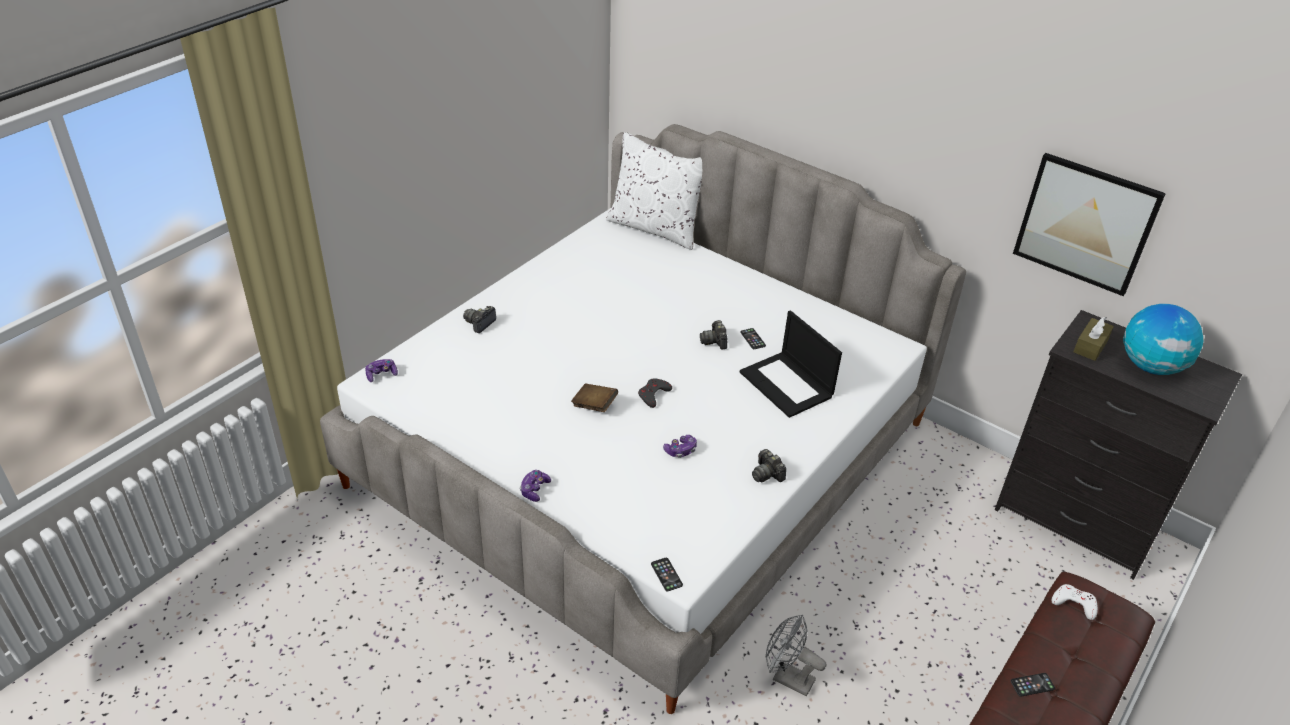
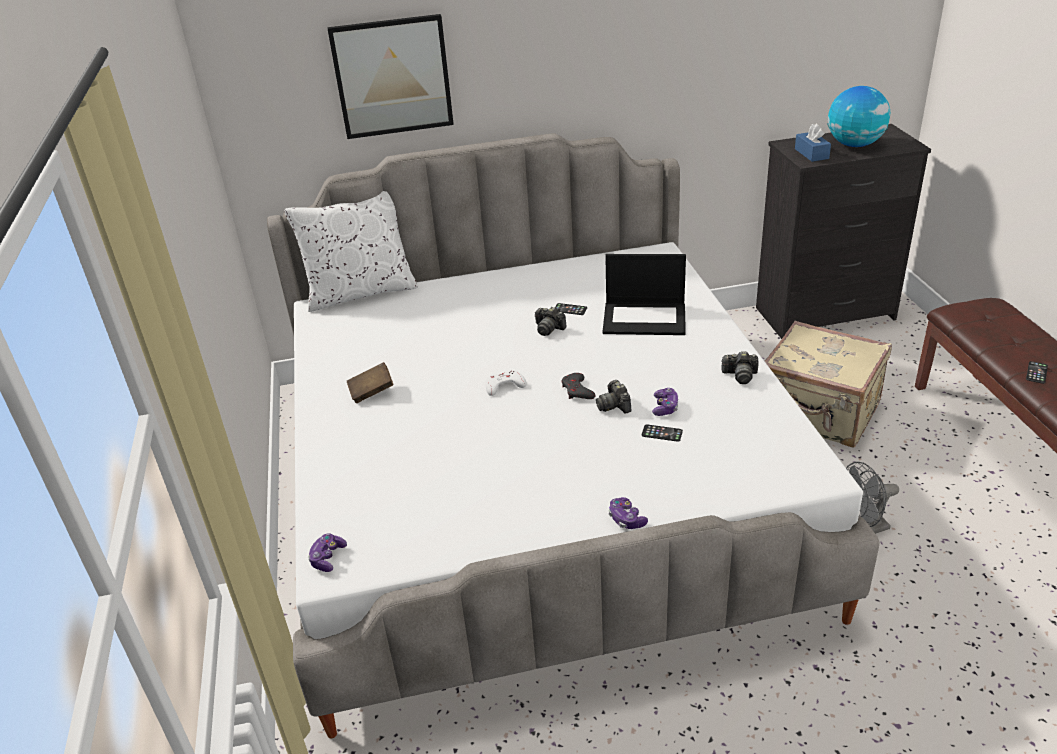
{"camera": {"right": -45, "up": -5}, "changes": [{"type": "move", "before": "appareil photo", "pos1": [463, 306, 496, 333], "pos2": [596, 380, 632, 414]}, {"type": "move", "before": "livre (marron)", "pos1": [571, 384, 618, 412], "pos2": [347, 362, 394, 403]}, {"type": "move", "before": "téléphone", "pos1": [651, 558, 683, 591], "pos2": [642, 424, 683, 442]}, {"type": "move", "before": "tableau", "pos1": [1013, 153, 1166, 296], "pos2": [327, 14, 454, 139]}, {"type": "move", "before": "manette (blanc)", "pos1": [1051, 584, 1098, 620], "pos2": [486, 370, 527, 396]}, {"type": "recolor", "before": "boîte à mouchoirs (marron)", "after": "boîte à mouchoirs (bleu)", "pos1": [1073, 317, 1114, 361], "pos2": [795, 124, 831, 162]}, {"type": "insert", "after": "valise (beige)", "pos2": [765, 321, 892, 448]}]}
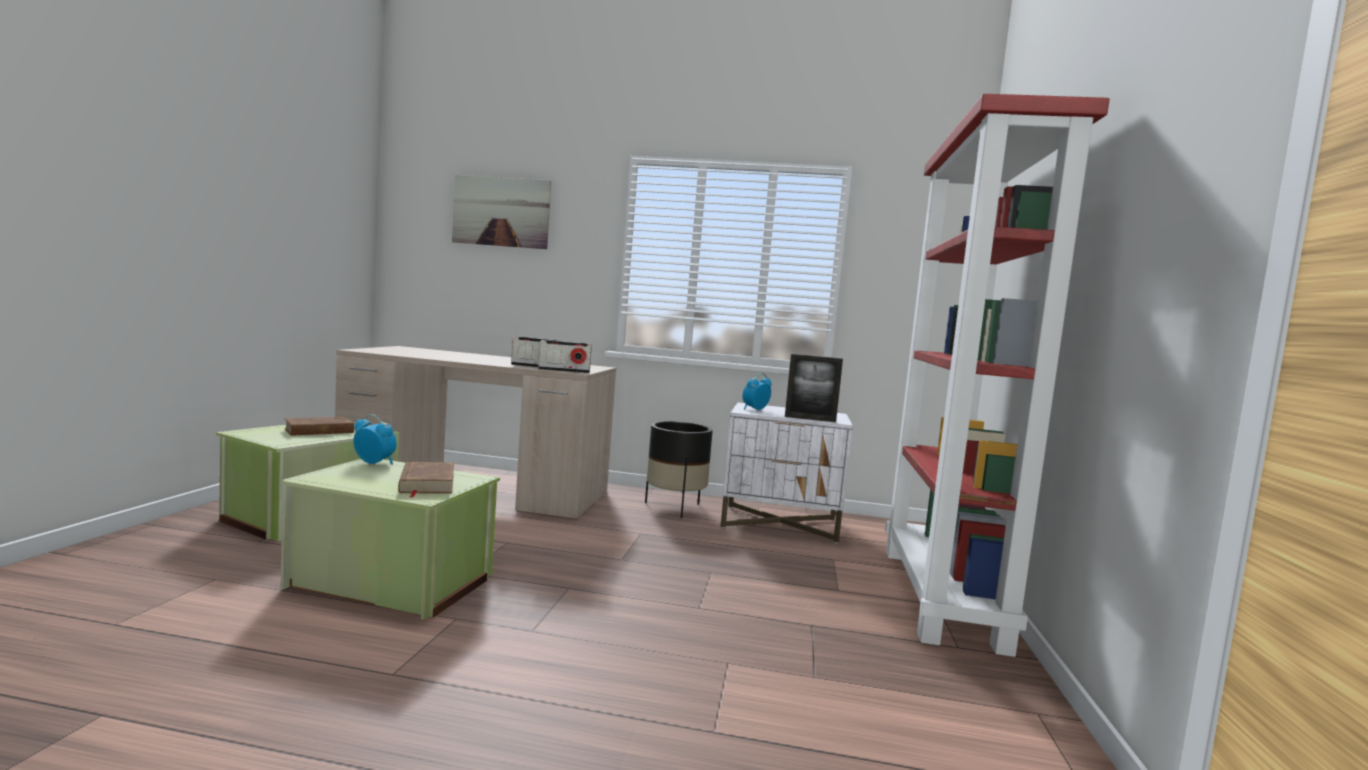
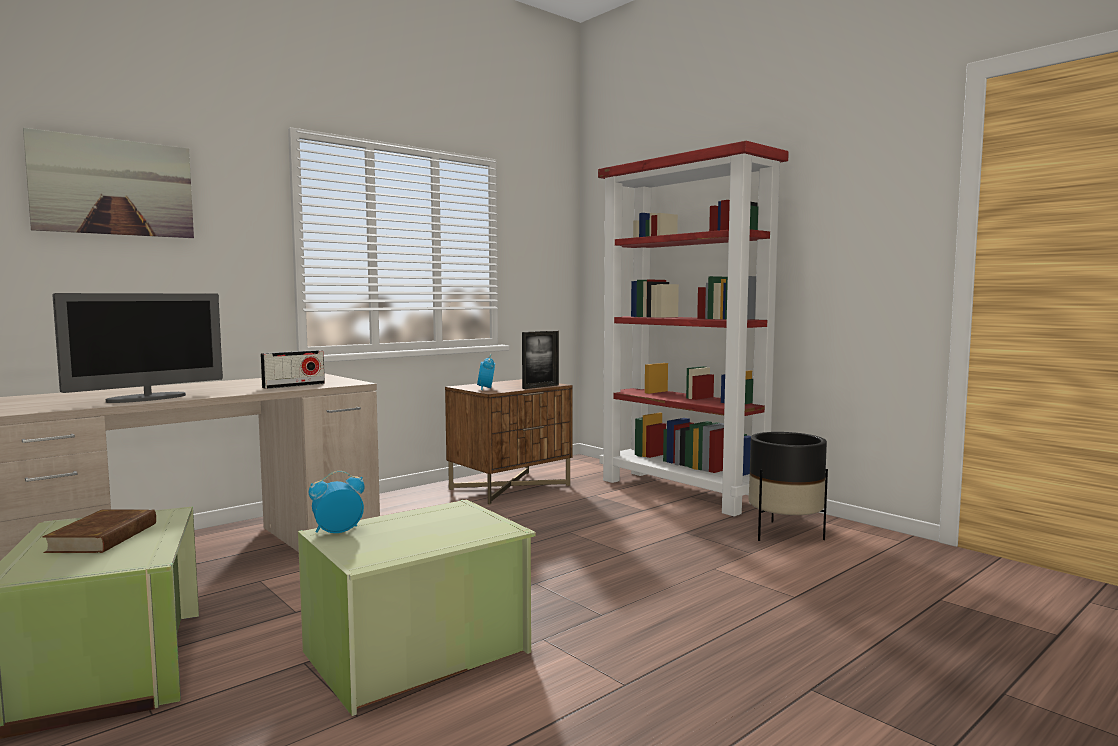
{"camera": {"right": -50, "up": 0}, "changes": [{"type": "delete", "before": "livre (marron)", "pos1": [398, 462, 454, 498]}, {"type": "delete", "before": "radio", "pos1": [538, 340, 592, 373]}, {"type": "move", "before": "cache-pot (noir)", "pos1": [645, 421, 713, 518], "pos2": [749, 432, 828, 541]}, {"type": "recolor", "before": "table de chevet (blanc)", "after": "table de chevet (marron)", "pos1": [721, 403, 853, 544], "pos2": [445, 379, 573, 505]}, {"type": "insert", "after": "écran d'ordinateur", "pos2": [52, 293, 223, 403]}]}
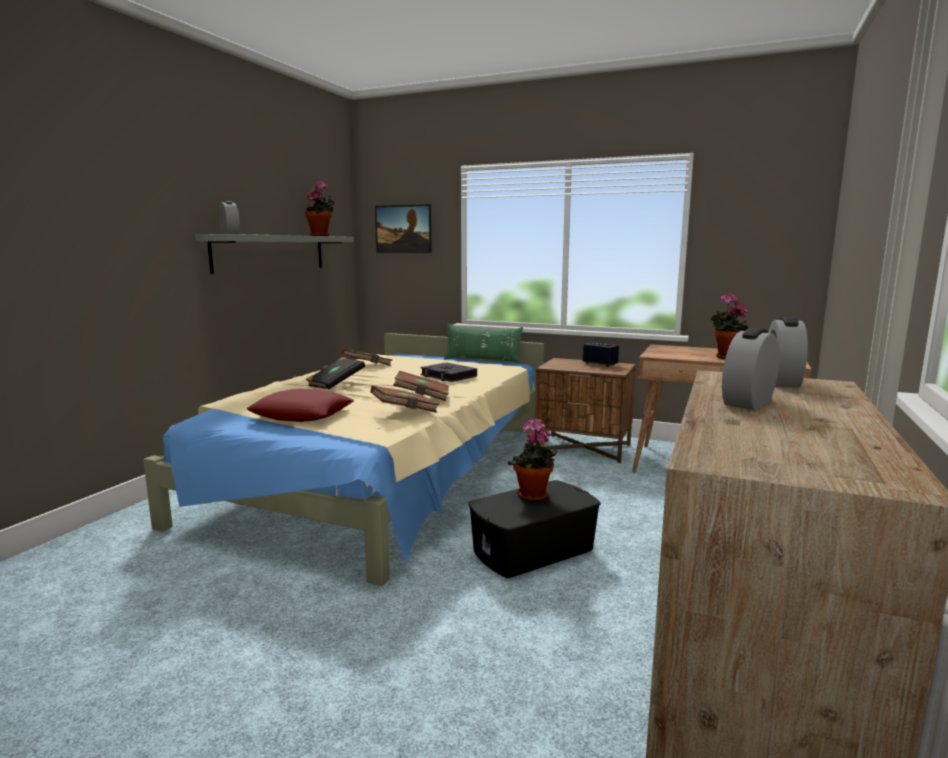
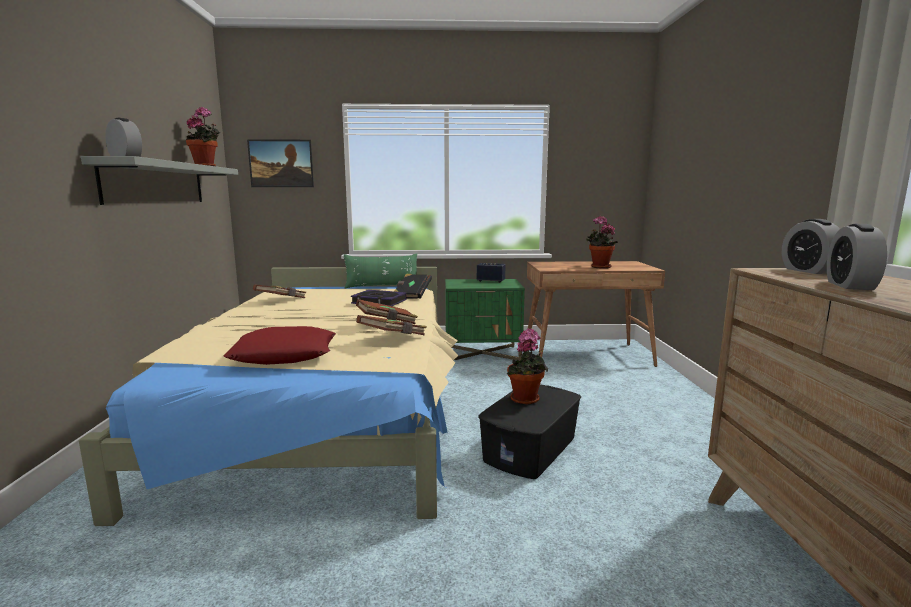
{"camera": {"right": -25, "up": 0}, "changes": [{"type": "move", "before": "livre (noir)", "pos1": [306, 357, 365, 389], "pos2": [395, 274, 432, 299]}, {"type": "recolor", "before": "table de chevet (marron)", "after": "table de chevet (vert)", "pos1": [535, 358, 636, 463], "pos2": [445, 279, 525, 361]}]}
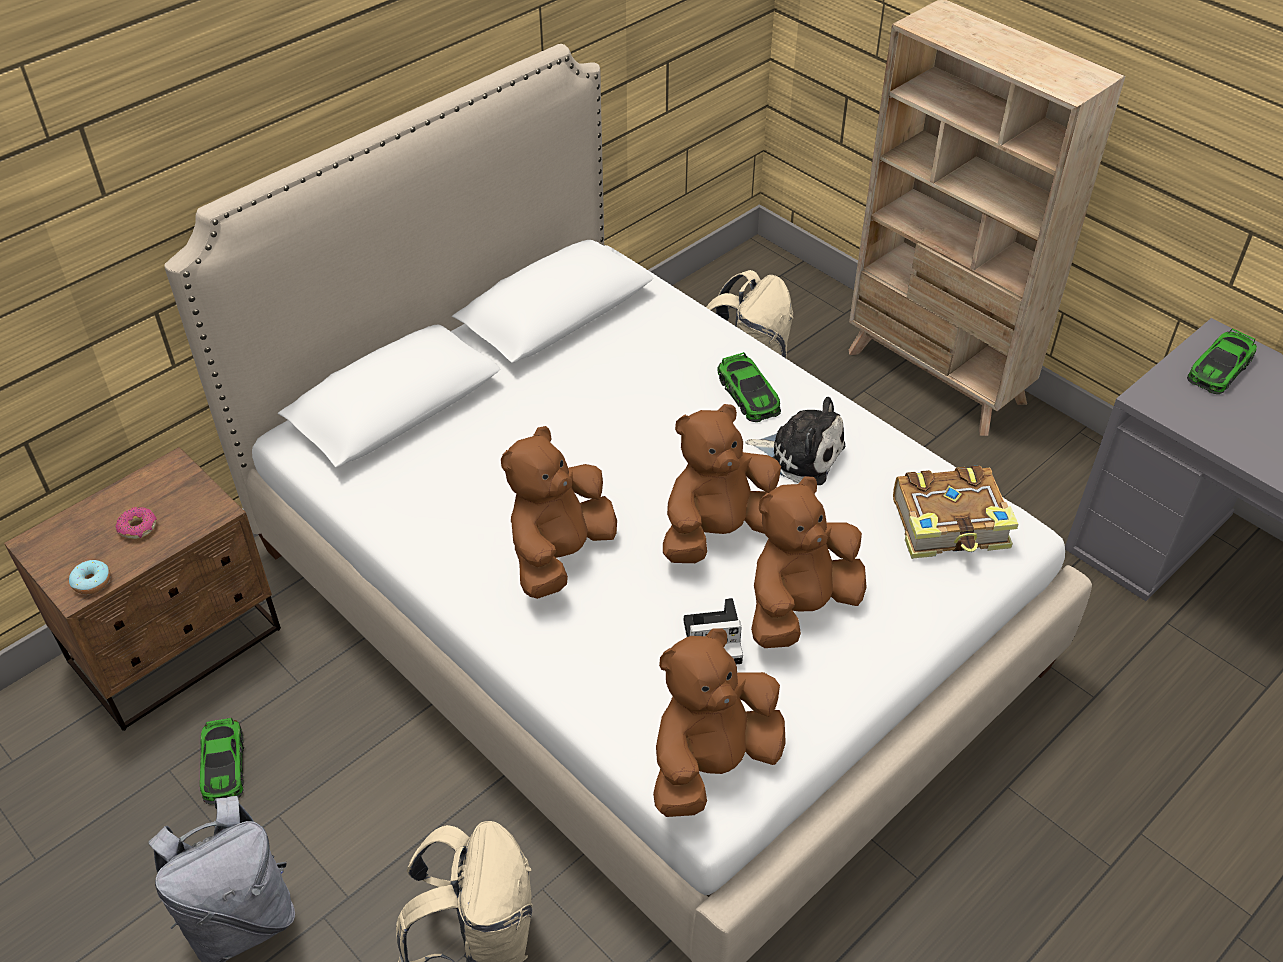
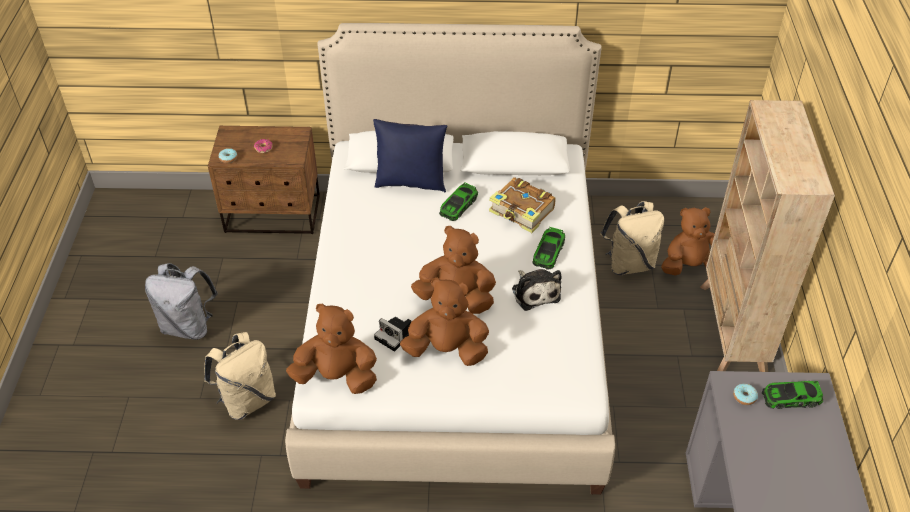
{"camera": {"right": 45, "up": 0}, "changes": [{"type": "move", "before": "petite voiture", "pos1": [200, 718, 244, 805], "pos2": [439, 182, 478, 221]}, {"type": "move", "before": "peluche (marron)", "pos1": [501, 426, 617, 599], "pos2": [661, 207, 715, 275]}, {"type": "move", "before": "livre", "pos1": [893, 465, 1019, 559], "pos2": [489, 177, 555, 233]}, {"type": "insert", "after": "coussin (bleu)", "pos2": [373, 119, 447, 192]}, {"type": "insert", "after": "beignet", "pos2": [733, 384, 758, 405]}]}
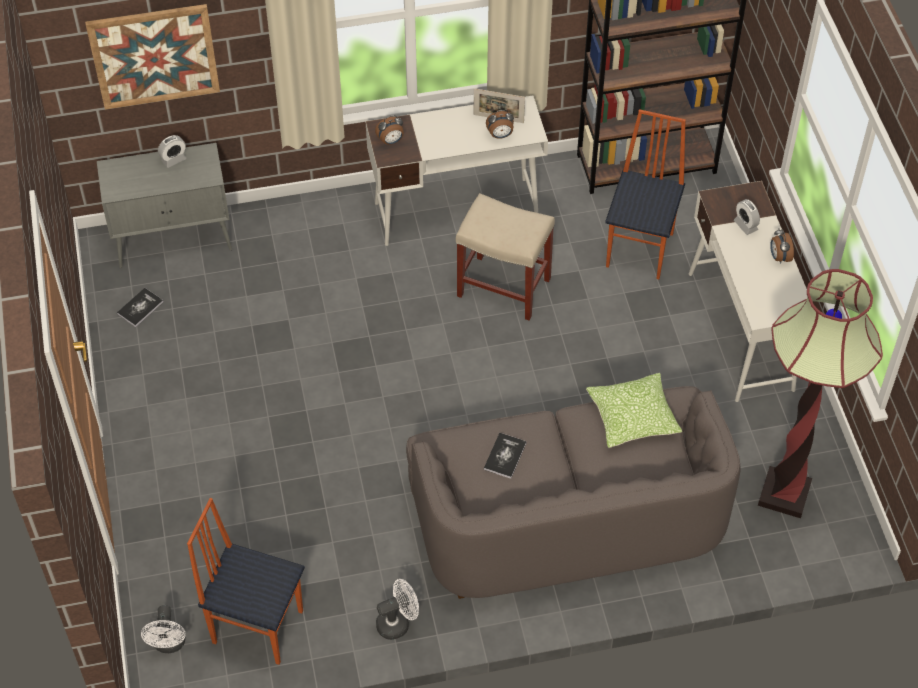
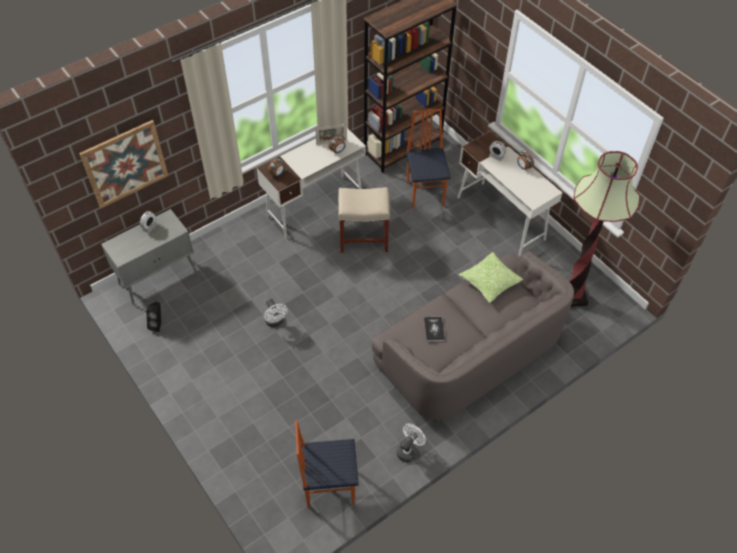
{"camera": {"right": -25, "up": 0}, "changes": [{"type": "replace", "before": "livre", "after": "enceinte (noir)", "pos1": [117, 288, 164, 327], "pos2": [146, 302, 161, 332]}, {"type": "move", "before": "ventilateur (blanc)", "pos1": [141, 605, 186, 653], "pos2": [264, 299, 287, 327]}]}
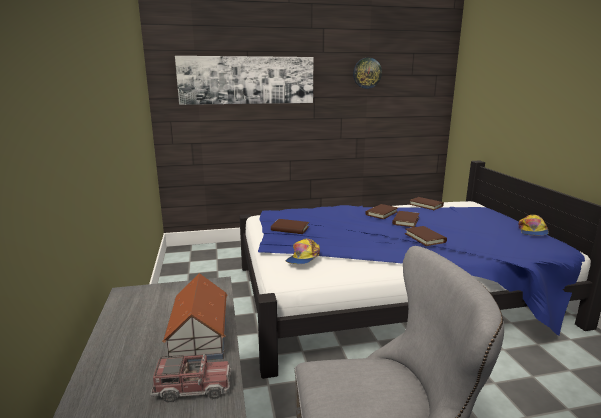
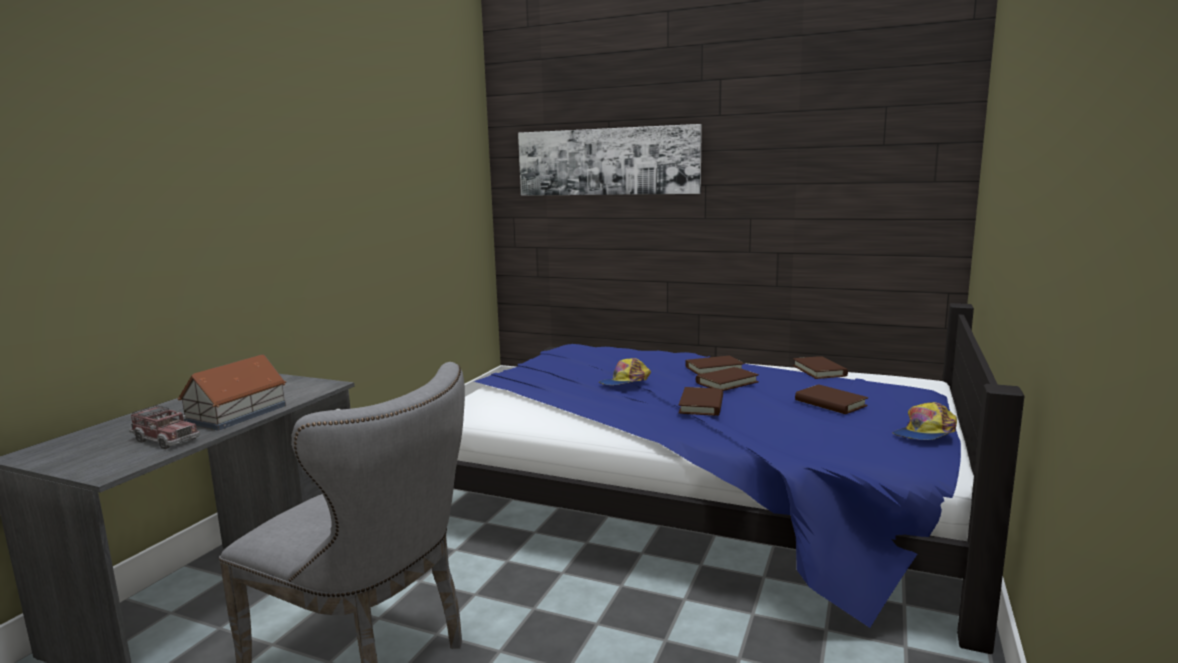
{"camera": {"right": 35, "up": -5}, "changes": [{"type": "move", "before": "livre (marron)", "pos1": [271, 219, 309, 234], "pos2": [795, 384, 868, 414]}, {"type": "move", "before": "casquette", "pos1": [286, 239, 320, 264], "pos2": [599, 358, 651, 385]}, {"type": "delete", "before": "horloge murale", "pos1": [353, 58, 382, 89]}]}
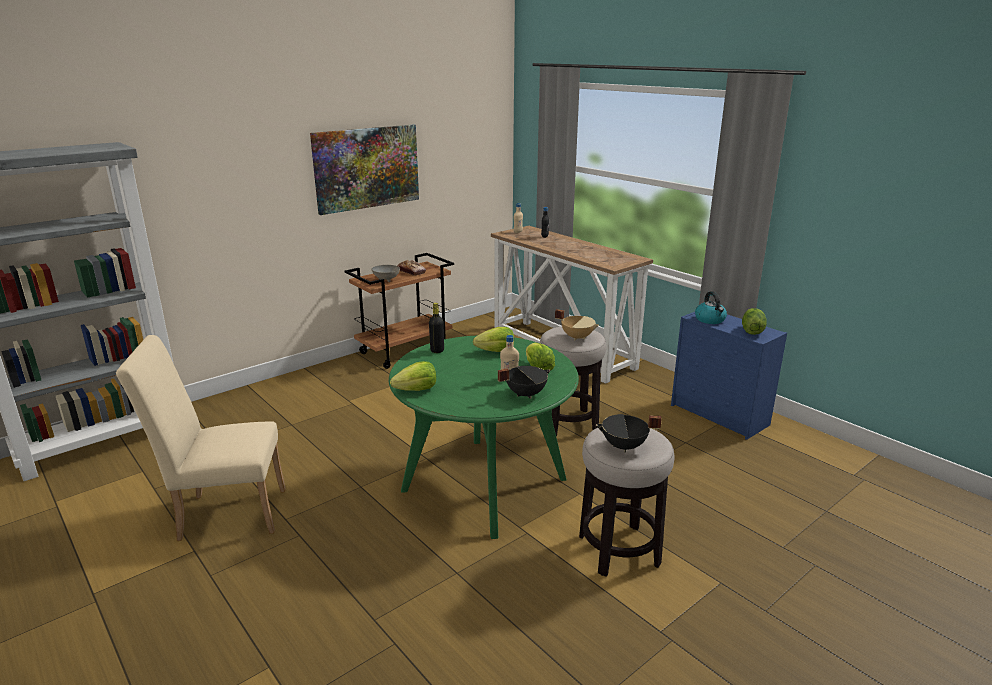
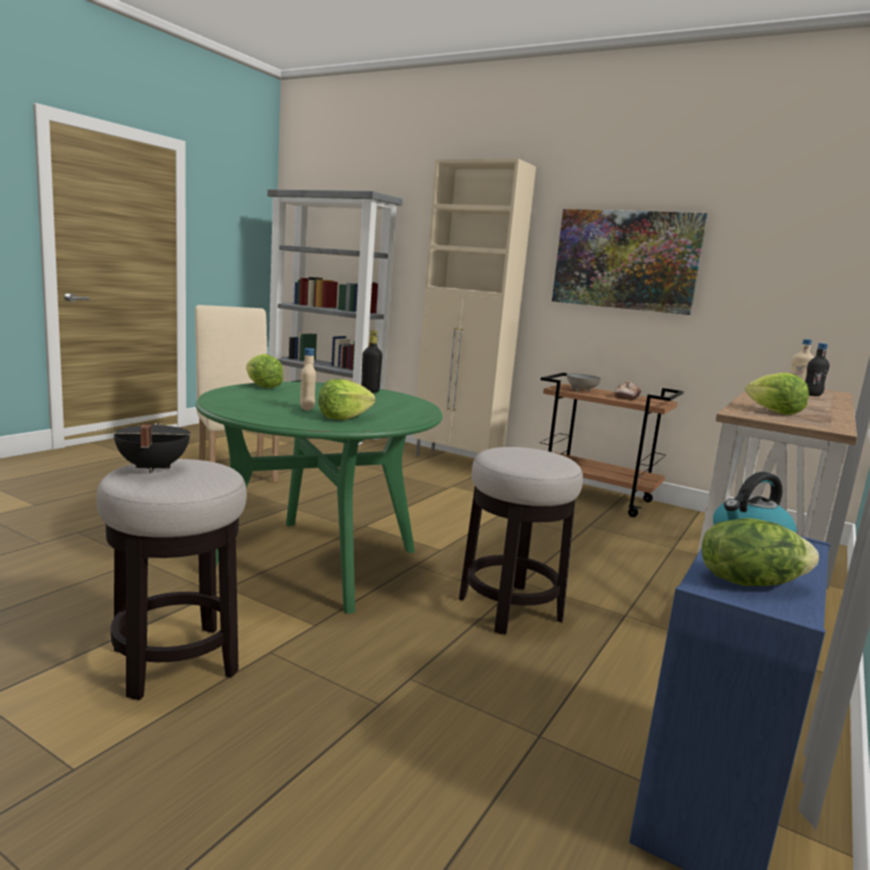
{"camera": {"right": 70, "up": -10}, "changes": [{"type": "move", "before": "laitue", "pos1": [473, 327, 514, 352], "pos2": [745, 372, 809, 415]}, {"type": "delete", "before": "marmite (noir)", "pos1": [498, 366, 551, 399]}, {"type": "delete", "before": "marmite (beige)", "pos1": [555, 309, 599, 340]}, {"type": "insert", "after": "meuble de rangement (beige)", "pos2": [413, 159, 536, 457]}]}
